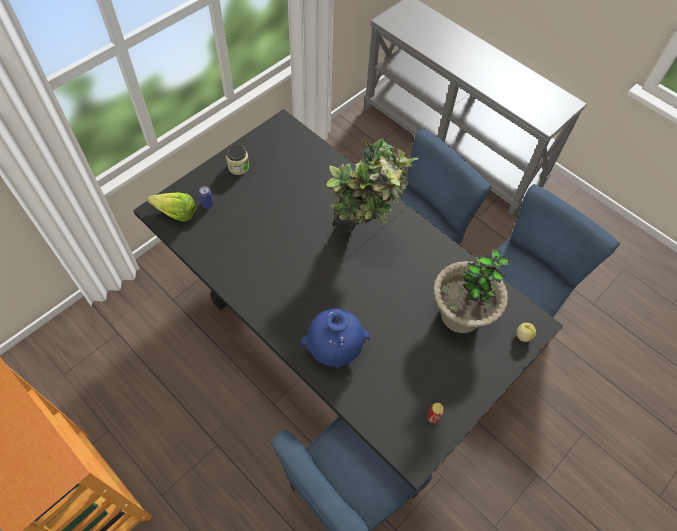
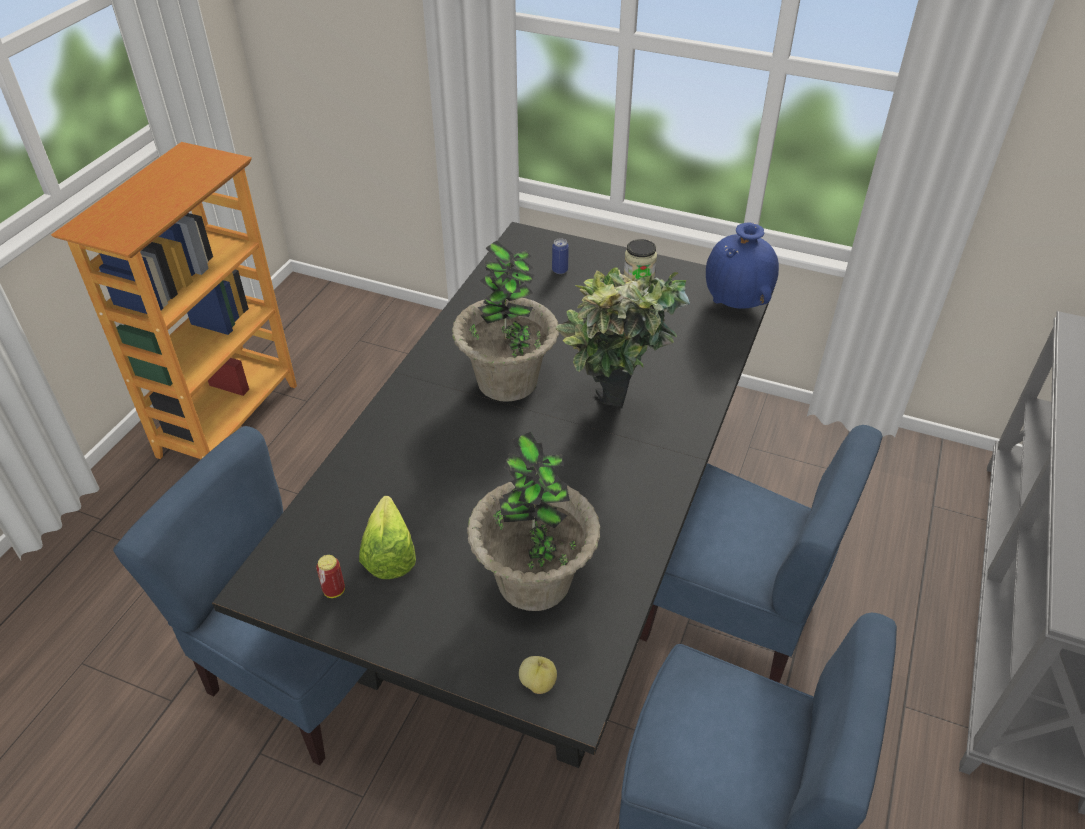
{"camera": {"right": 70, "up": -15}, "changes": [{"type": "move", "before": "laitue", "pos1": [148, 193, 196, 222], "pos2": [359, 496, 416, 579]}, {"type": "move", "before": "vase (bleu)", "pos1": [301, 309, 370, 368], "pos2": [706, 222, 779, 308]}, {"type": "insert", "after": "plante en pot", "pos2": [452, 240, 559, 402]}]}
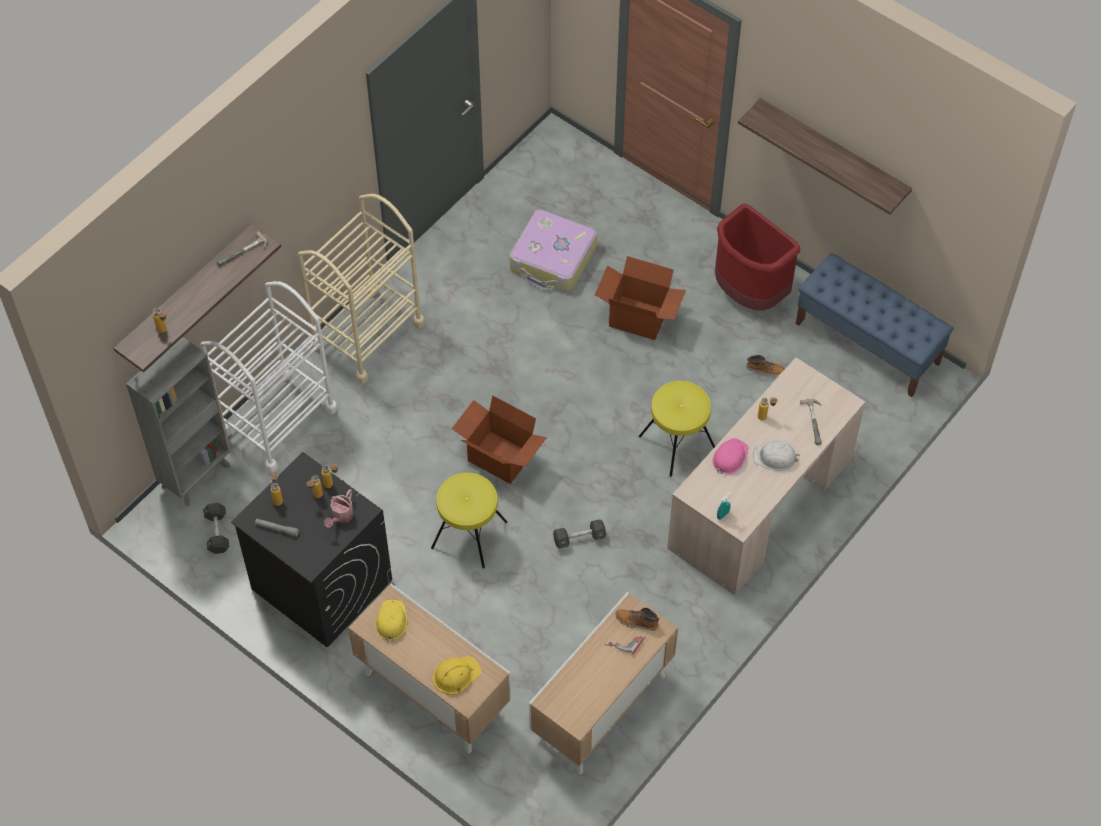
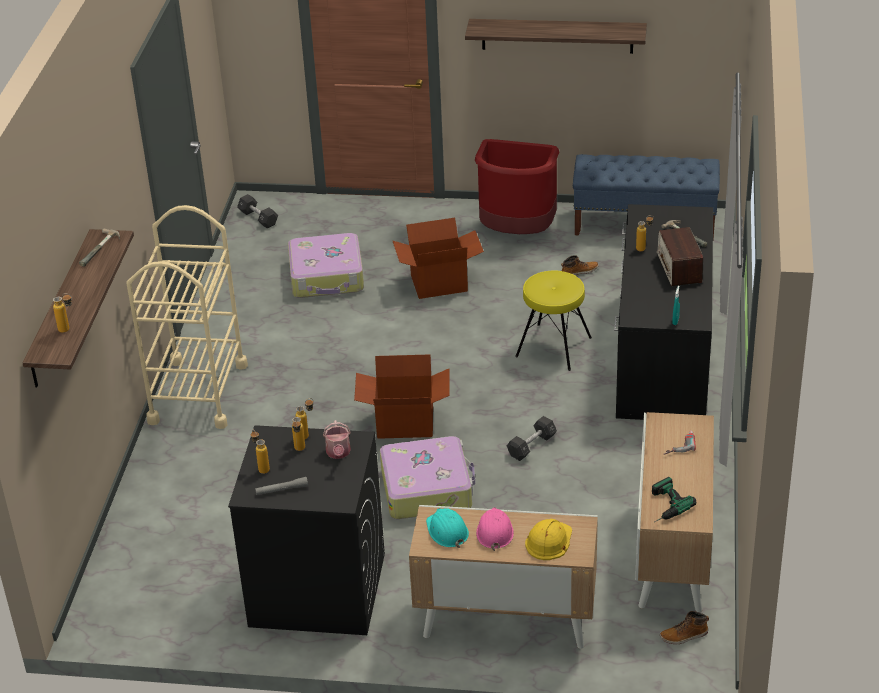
{"camera": {"right": -30, "up": -20}, "changes": [{"type": "delete", "before": "bibliothèque (gris)", "pos1": [126, 337, 231, 506]}, {"type": "delete", "before": "chariot (blanc)", "pos1": [200, 281, 338, 473]}, {"type": "move", "before": "haltère (noir)", "pos1": [203, 503, 230, 554], "pos2": [237, 194, 278, 228]}, {"type": "recolor", "before": "casque de chantier (jaune)", "after": "casque de chantier (turquoise)", "pos1": [375, 600, 407, 642], "pos2": [426, 508, 469, 548]}, {"type": "replace", "before": "tabouret (jaune)", "after": "valise", "pos1": [431, 473, 507, 569], "pos2": [380, 436, 475, 519]}, {"type": "move", "before": "botte", "pos1": [616, 608, 659, 630], "pos2": [660, 611, 709, 644]}, {"type": "recolor", "before": "bureau (beige)", "after": "bureau (noir)", "pos1": [667, 357, 865, 595], "pos2": [614, 204, 713, 420]}, {"type": "move", "before": "casque de chantier (rose)", "pos1": [712, 438, 748, 474], "pos2": [476, 508, 514, 551]}, {"type": "replace", "before": "casque de chantier (blanc)", "after": "radio", "pos1": [753, 441, 800, 471], "pos2": [657, 227, 703, 286]}, {"type": "insert", "after": "perceuse", "pos2": [652, 477, 696, 522]}]}
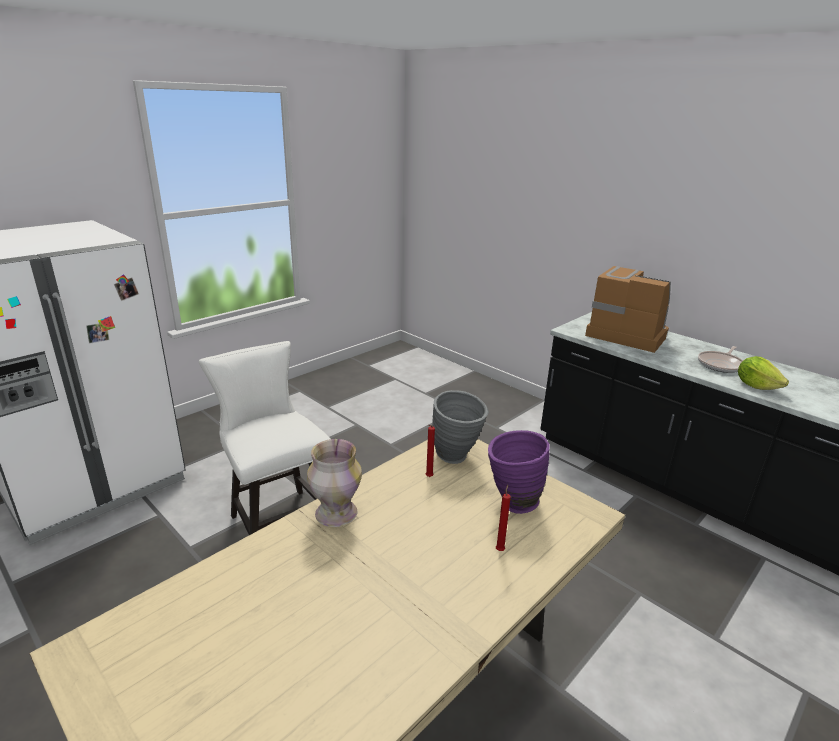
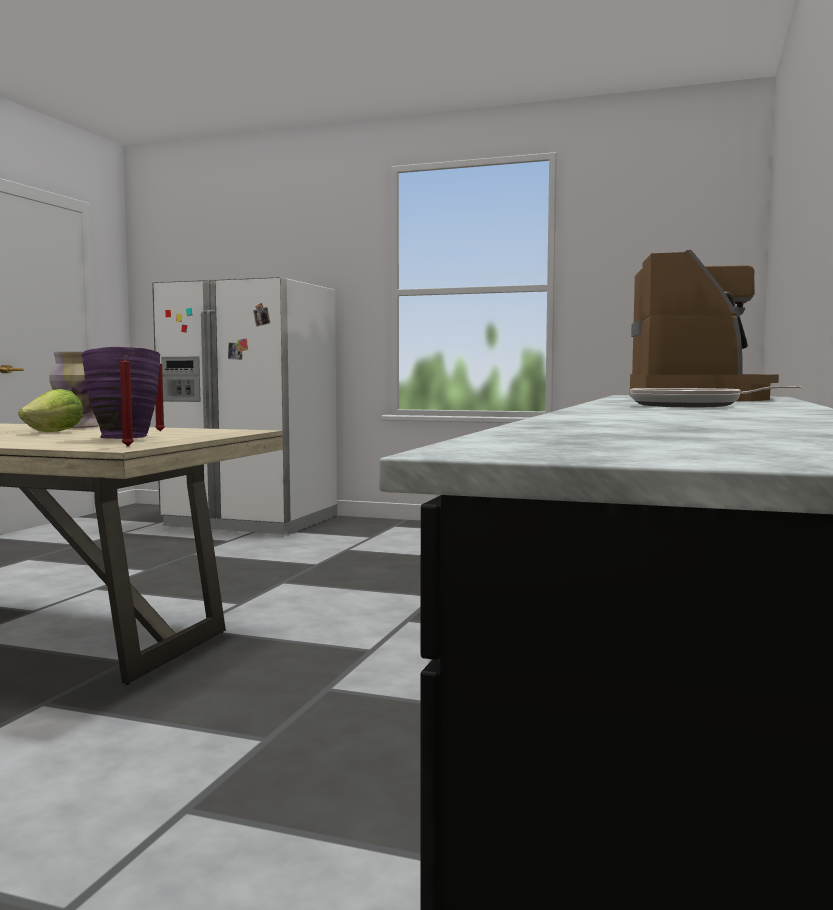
{"camera": {"right": 65, "up": -20}, "changes": [{"type": "delete", "before": "chaise (blanc)", "pos1": [199, 341, 331, 535]}, {"type": "delete", "before": "vase (gris)", "pos1": [432, 390, 489, 464]}, {"type": "move", "before": "bougie (rouge)", "pos1": [496, 485, 511, 551], "pos2": [120, 352, 135, 446]}, {"type": "move", "before": "laitue", "pos1": [738, 356, 789, 390], "pos2": [18, 389, 83, 432]}]}
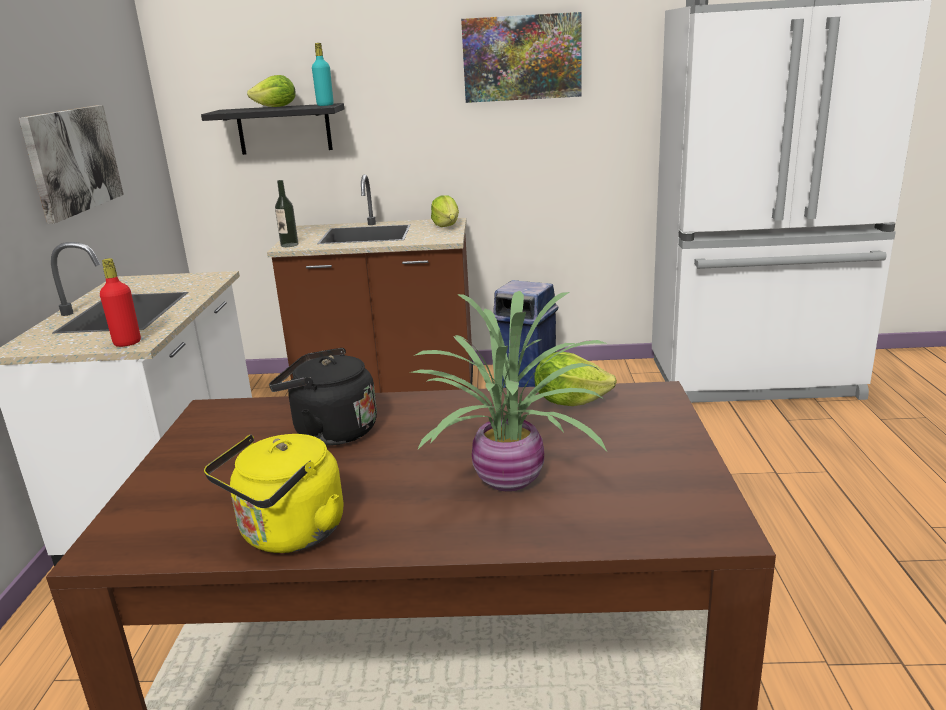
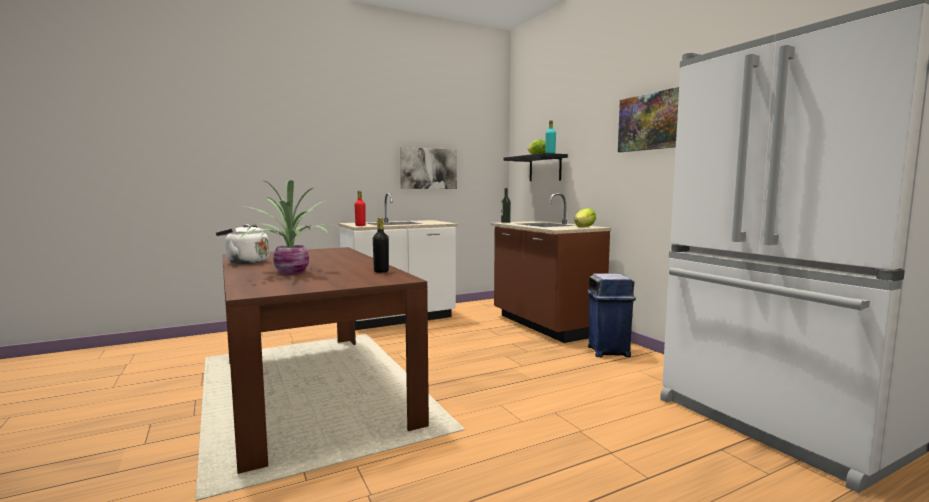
{"camera": {"right": 60, "up": -15}, "changes": [{"type": "recolor", "before": "bouilloire (jaune)", "after": "bouilloire (blanc)", "pos1": [204, 434, 343, 553], "pos2": [216, 224, 269, 264]}, {"type": "delete", "before": "bouilloire (noir)", "pos1": [269, 348, 377, 446]}, {"type": "replace", "before": "laitue", "after": "bouteille (noir)", "pos1": [534, 351, 617, 406], "pos2": [373, 218, 389, 273]}]}
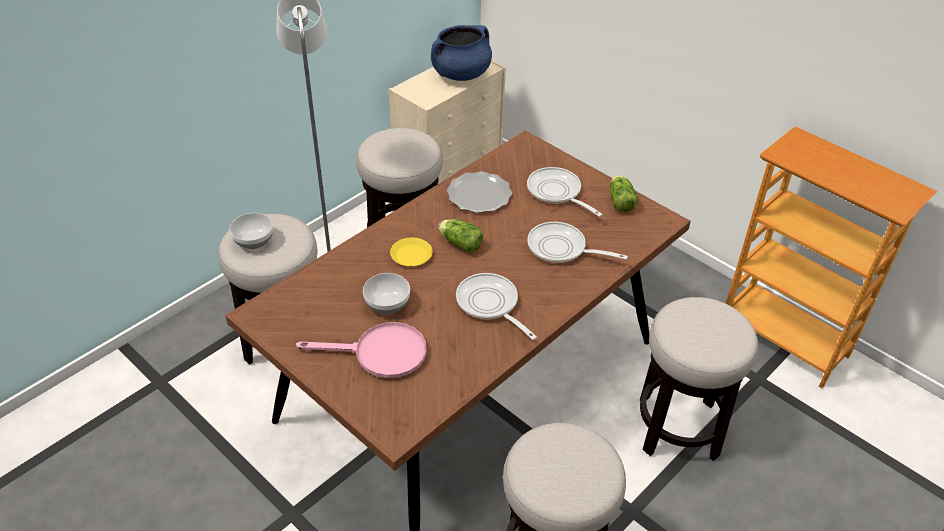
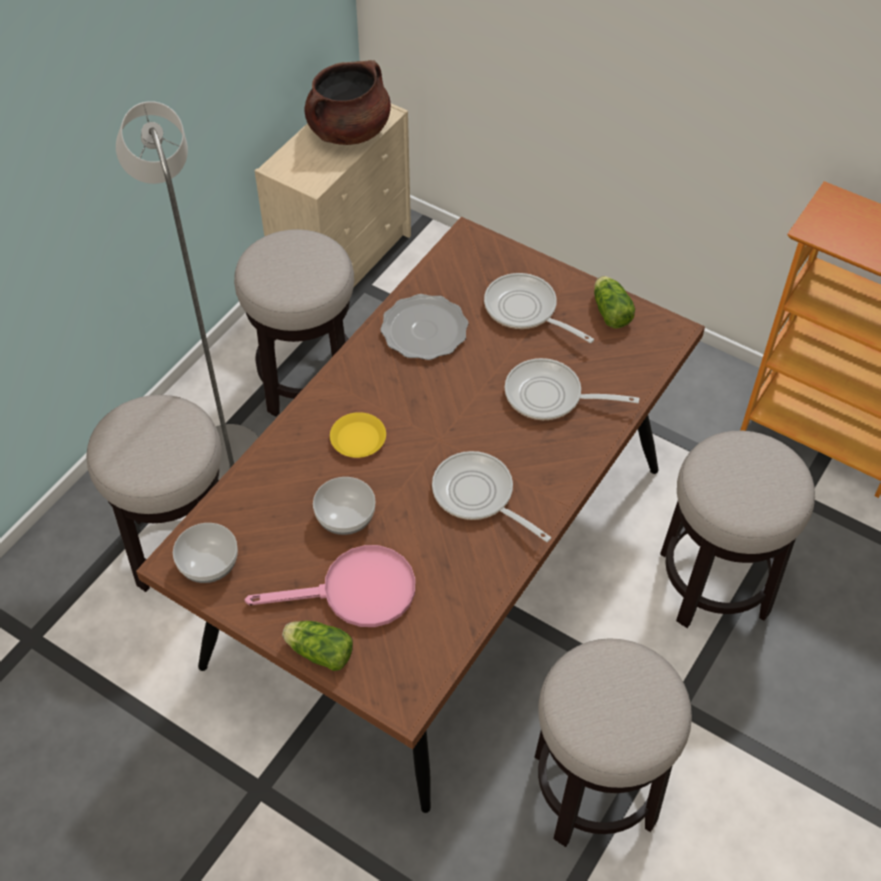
{"camera": {"right": -10, "up": 10}, "changes": [{"type": "move", "before": "bol", "pos1": [229, 213, 273, 249], "pos2": [173, 523, 238, 583]}, {"type": "recolor", "before": "marmite (bleu)", "after": "marmite (marron)", "pos1": [431, 25, 492, 81], "pos2": [304, 60, 391, 145]}, {"type": "move", "before": "laitue", "pos1": [438, 219, 483, 252], "pos2": [282, 621, 353, 671]}]}
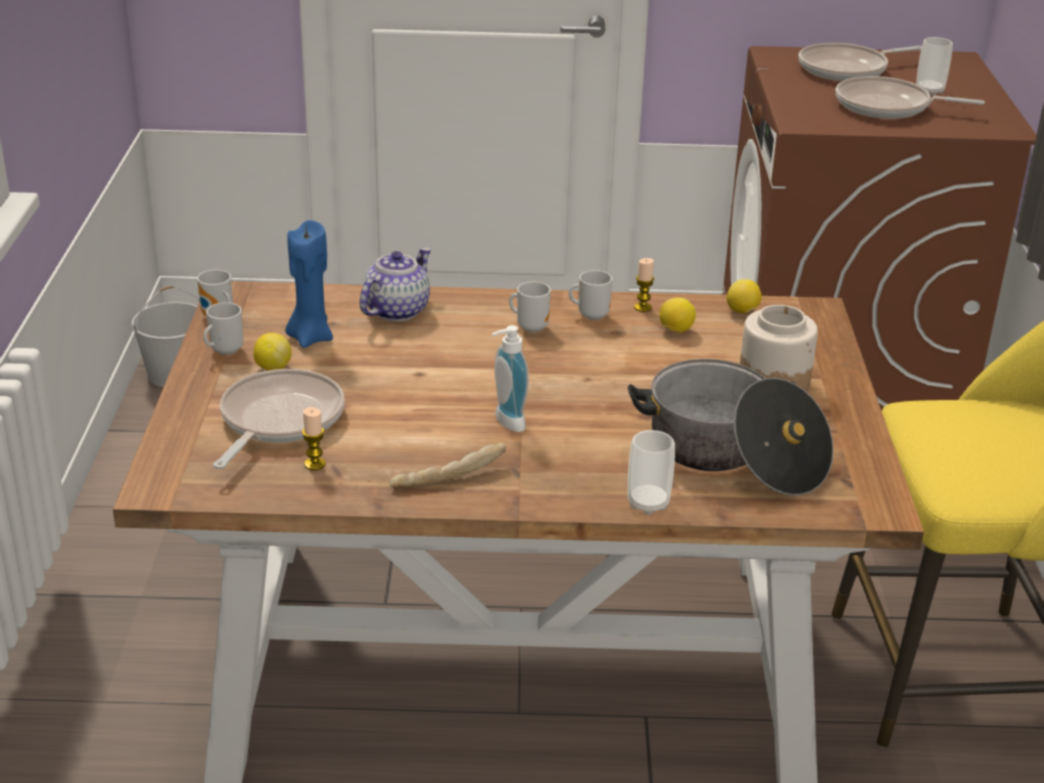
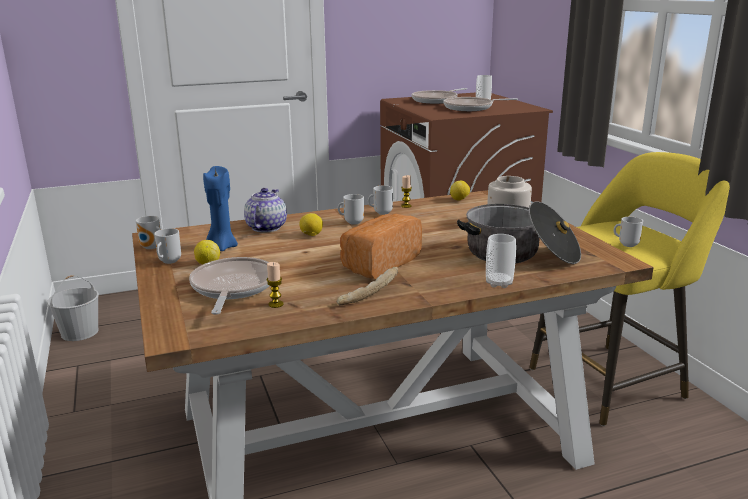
{"camera": {"right": -20, "up": -10}, "changes": [{"type": "replace", "before": "distributeur de savon", "after": "pain", "pos1": [492, 325, 529, 432], "pos2": [340, 214, 422, 279]}, {"type": "move", "before": "citron", "pos1": [659, 297, 696, 333], "pos2": [300, 213, 323, 236]}, {"type": "insert", "after": "mug", "pos2": [614, 217, 643, 247]}]}
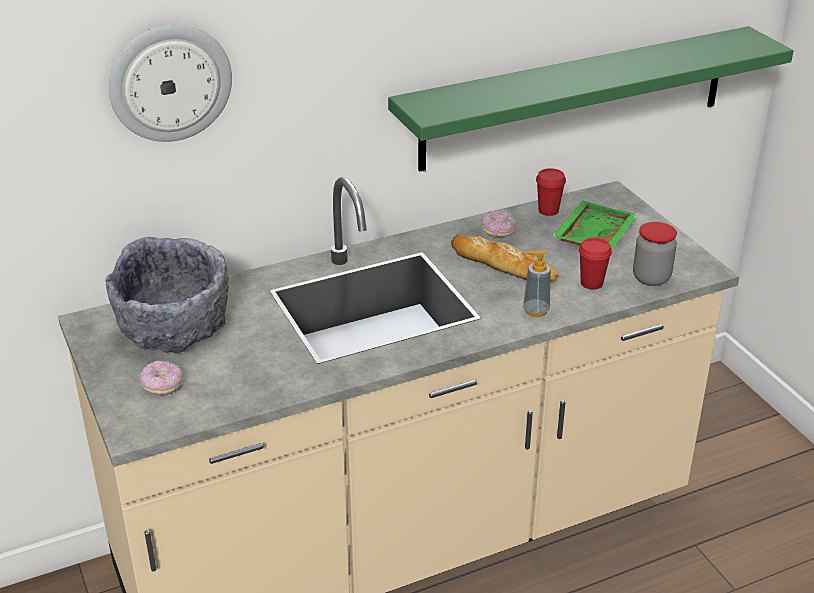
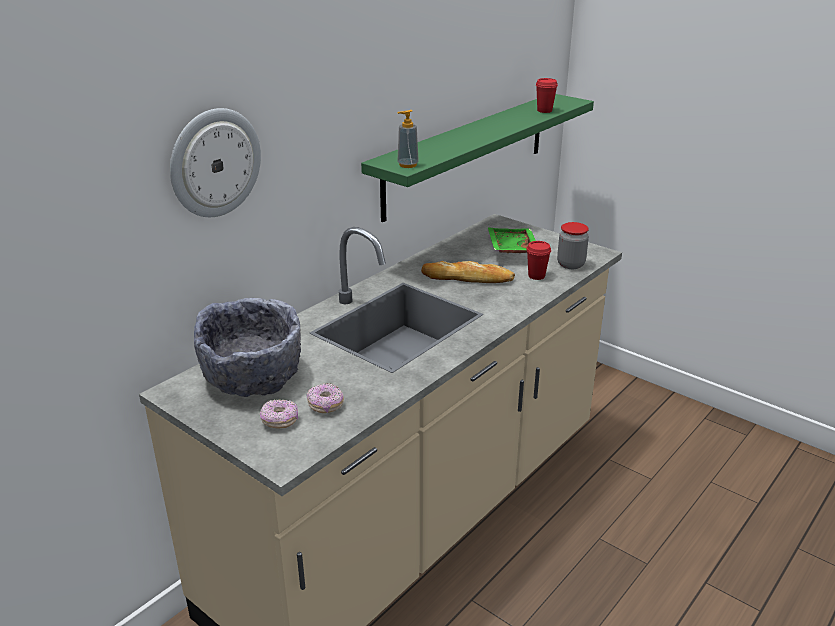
{"camera": {"right": -25, "up": -5}, "changes": [{"type": "move", "before": "beignet", "pos1": [481, 210, 516, 237], "pos2": [307, 383, 344, 413]}, {"type": "move", "before": "distributeur de savon", "pos1": [523, 250, 551, 317], "pos2": [397, 110, 419, 168]}, {"type": "move", "before": "tasse (rouge)", "pos1": [536, 168, 566, 216], "pos2": [536, 78, 558, 113]}]}
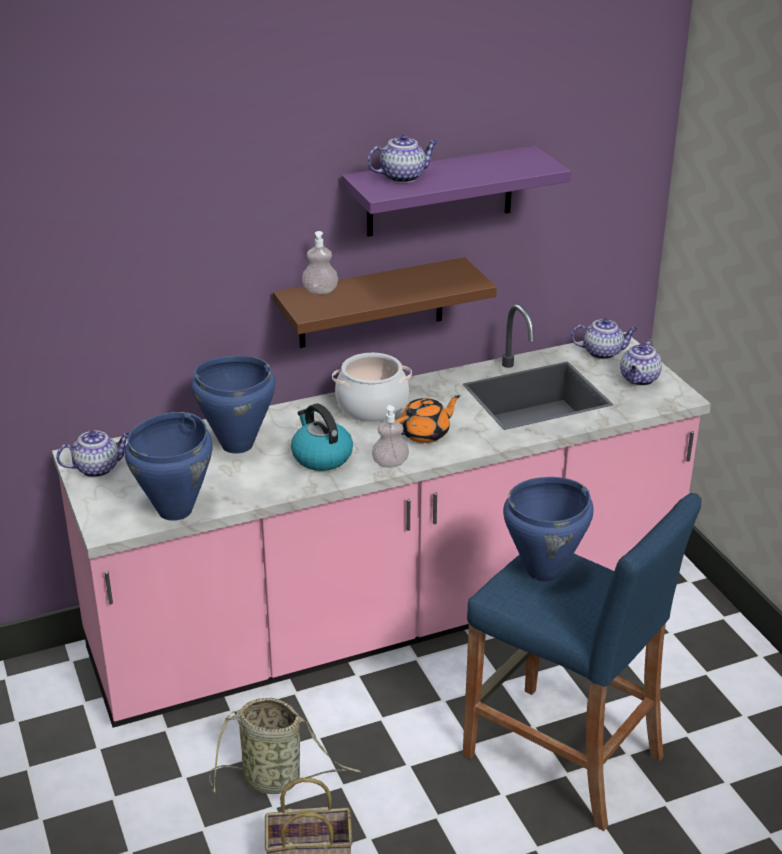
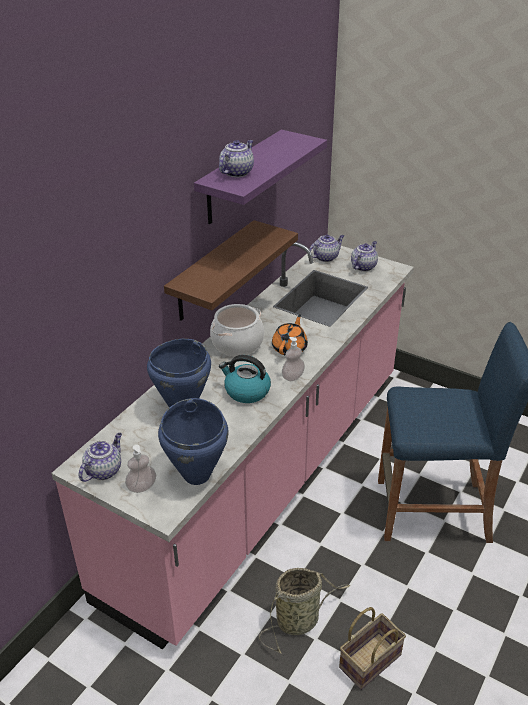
{"camera": {"right": -35, "up": 5}, "changes": [{"type": "move", "before": "distributeur de savon", "pos1": [302, 231, 338, 294], "pos2": [125, 445, 156, 493]}, {"type": "delete", "before": "marmite (bleu)", "pos1": [503, 477, 594, 582]}, {"type": "rotate", "before": "théière", "pos1": [620, 339, 662, 386], "pos2": [351, 241, 378, 272], "turn": -135}]}
